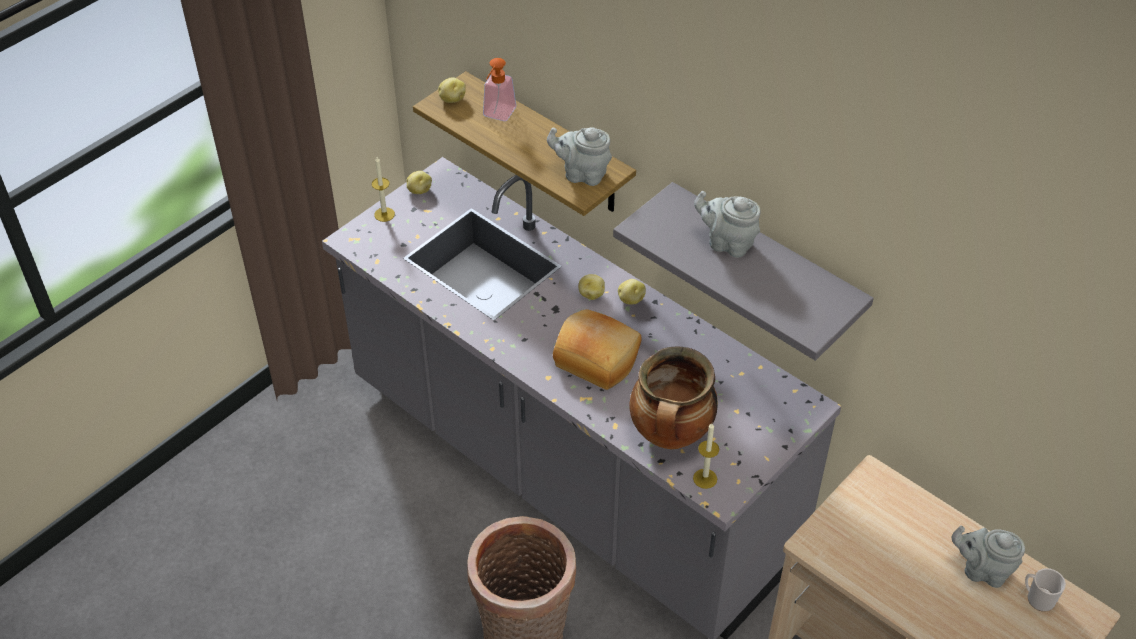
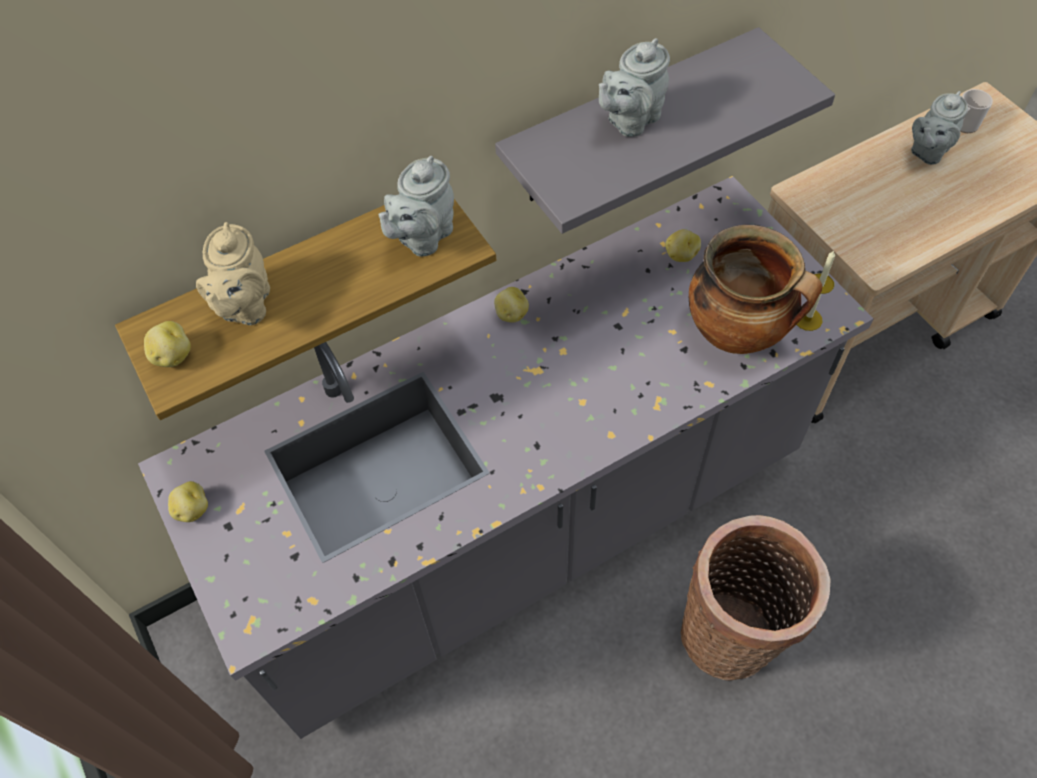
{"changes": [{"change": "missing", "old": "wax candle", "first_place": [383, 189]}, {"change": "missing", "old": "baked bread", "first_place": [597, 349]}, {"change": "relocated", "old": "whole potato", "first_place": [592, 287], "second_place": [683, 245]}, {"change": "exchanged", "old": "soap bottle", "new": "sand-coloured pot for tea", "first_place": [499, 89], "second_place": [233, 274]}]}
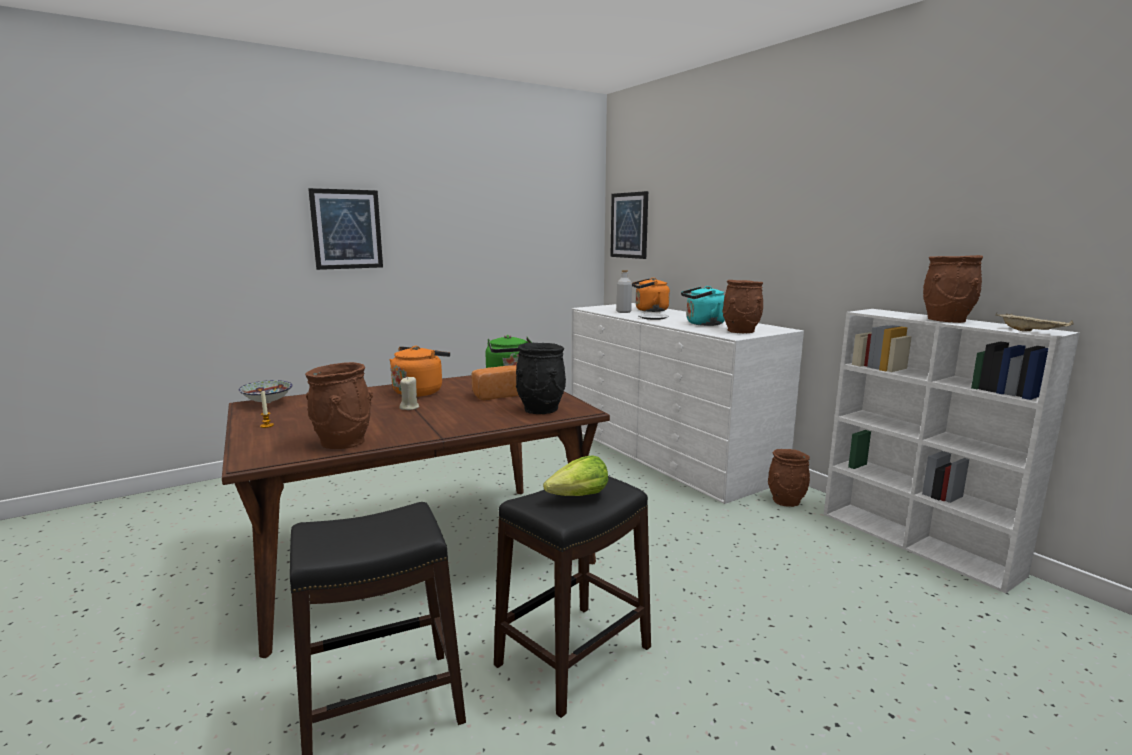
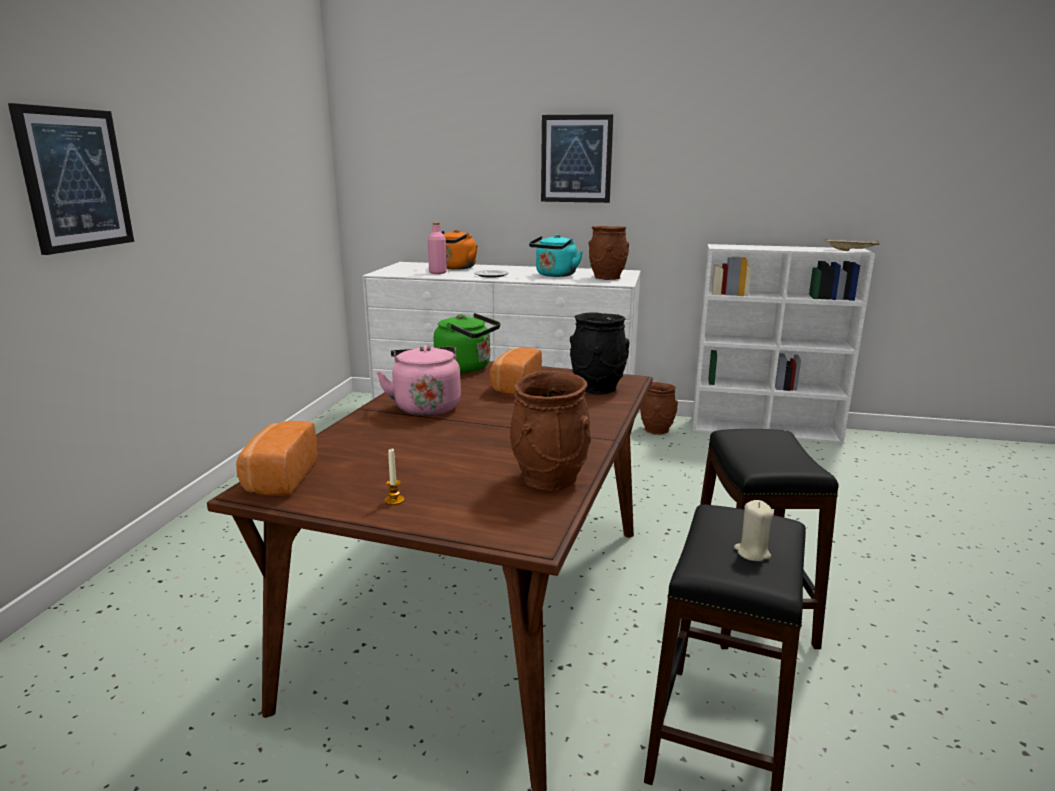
{"changes": [{"change": "missing", "old": "lettuce", "first_place": [575, 475]}, {"change": "missing", "old": "brownish flower vase", "first_place": [953, 289]}, {"change": "relocated", "old": "sand-coloured wax candle", "first_place": [409, 393], "second_place": [753, 530]}, {"change": "relocated", "old": "wall art", "first_place": [629, 225], "second_place": [577, 158]}, {"change": "exchanged", "old": "serving bowl", "new": "baked bread", "first_place": [265, 391], "second_place": [277, 458]}, {"change": "colour", "old": "orange-coloured water kettle", "new": "pinkish water kettle", "first_place": [419, 371], "second_place": [419, 380]}, {"change": "colour", "old": "greyish bottle", "new": "pinkish bottle", "first_place": [624, 291], "second_place": [437, 248]}]}
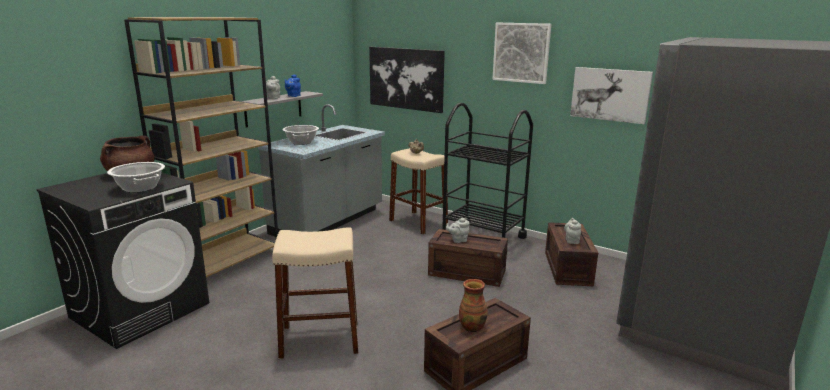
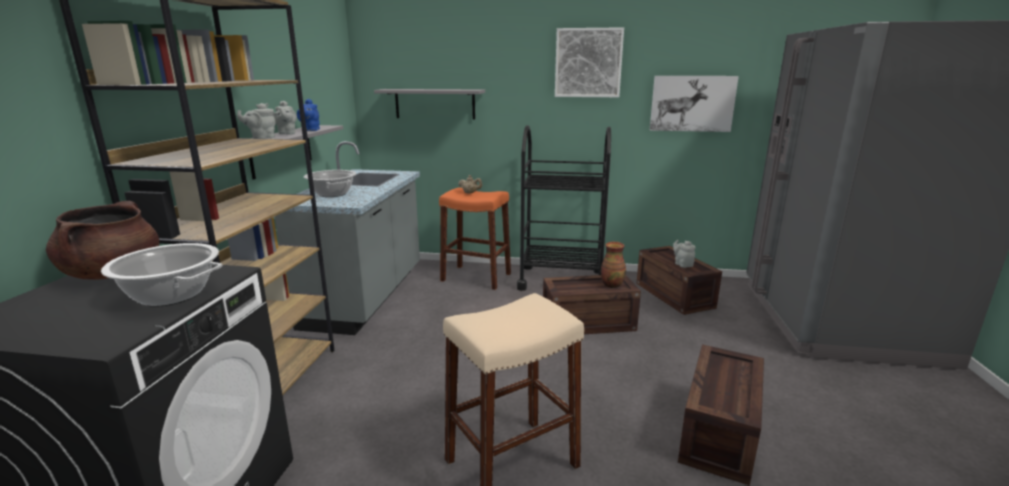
{"changes": [{"change": "relocated", "old": "greyish pot for tea", "first_place": [458, 230], "second_place": [256, 121]}, {"change": "relocated", "old": "flower vase", "first_place": [473, 305], "second_place": [613, 265]}, {"change": "exchanged", "old": "wall art", "new": "greyish wall shelf", "first_place": [407, 80], "second_place": [429, 104]}, {"change": "colour", "old": "sand-coloured stool", "new": "orange-coloured stool", "first_place": [418, 191], "second_place": [475, 238]}]}
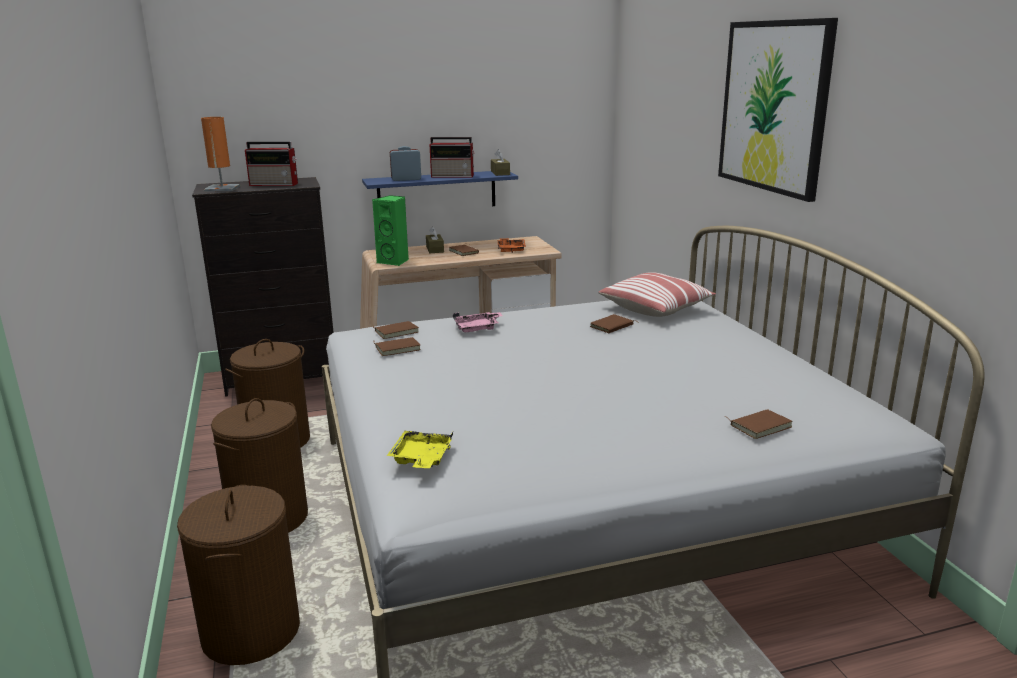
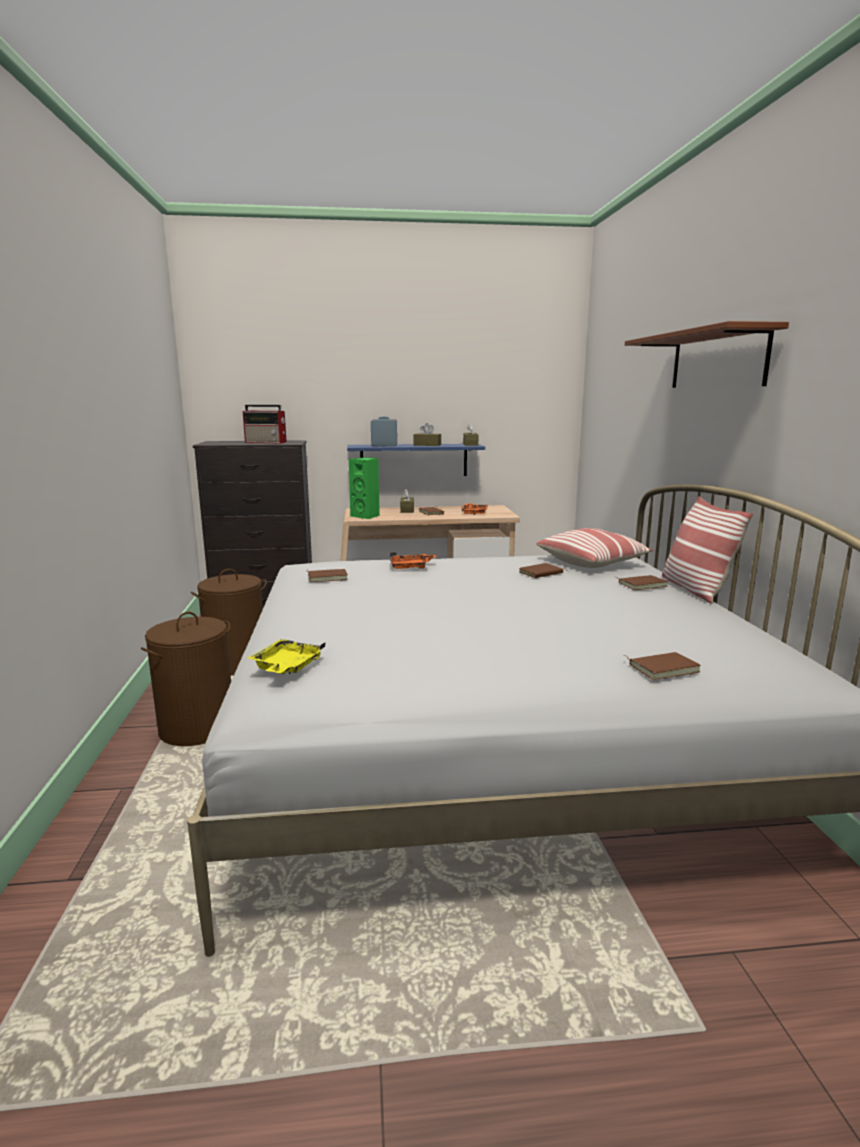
{"changes": [{"change": "missing", "old": "brownish laundry basket", "first_place": [238, 575]}, {"change": "missing", "old": "orange-coloured tabletop lamp", "first_place": [220, 154]}, {"change": "appeared", "new": "throw pillow", "second_place": [707, 549]}, {"change": "relocated", "old": "brownish volume", "first_place": [396, 330], "second_place": [643, 582]}, {"change": "exchanged", "old": "radio", "new": "brownish box of tissues", "first_place": [452, 157], "second_place": [427, 434]}, {"change": "exchanged", "old": "wall art", "new": "brownish wall shelf", "first_place": [778, 110], "second_place": [707, 354]}, {"change": "colour", "old": "pinkish serving tray", "new": "orange-coloured serving tray", "first_place": [478, 322], "second_place": [413, 560]}]}
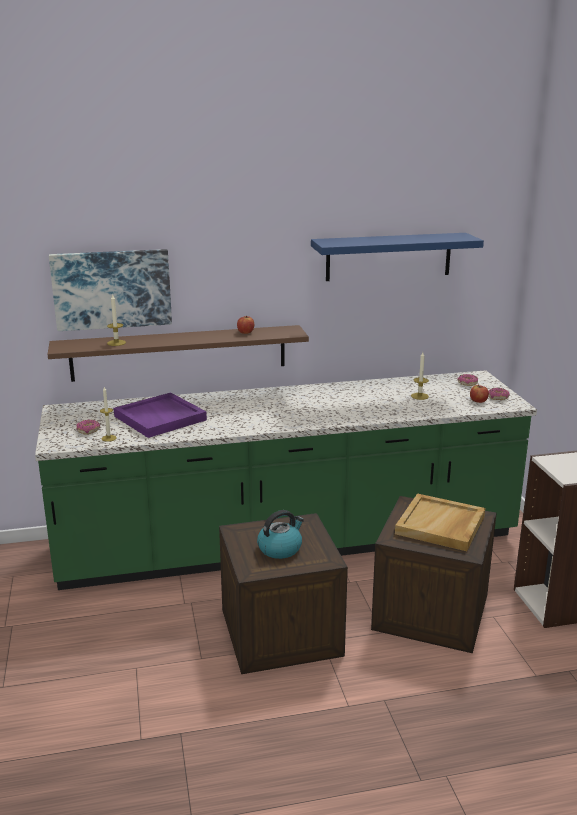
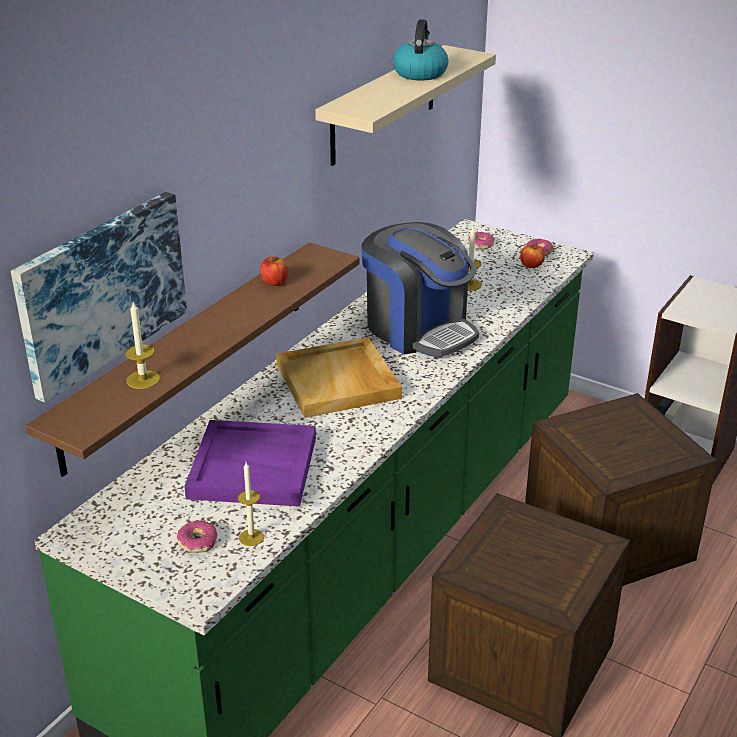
{"changes": [{"change": "appeared", "new": "coffee brewer", "second_place": [420, 289]}, {"change": "relocated", "old": "water kettle", "first_place": [280, 534], "second_place": [420, 49]}, {"change": "relocated", "old": "sand-coloured serving tray", "first_place": [440, 522], "second_place": [339, 377]}, {"change": "colour", "old": "blue wall shelf", "new": "sand-coloured wall shelf", "first_place": [397, 257], "second_place": [405, 105]}]}
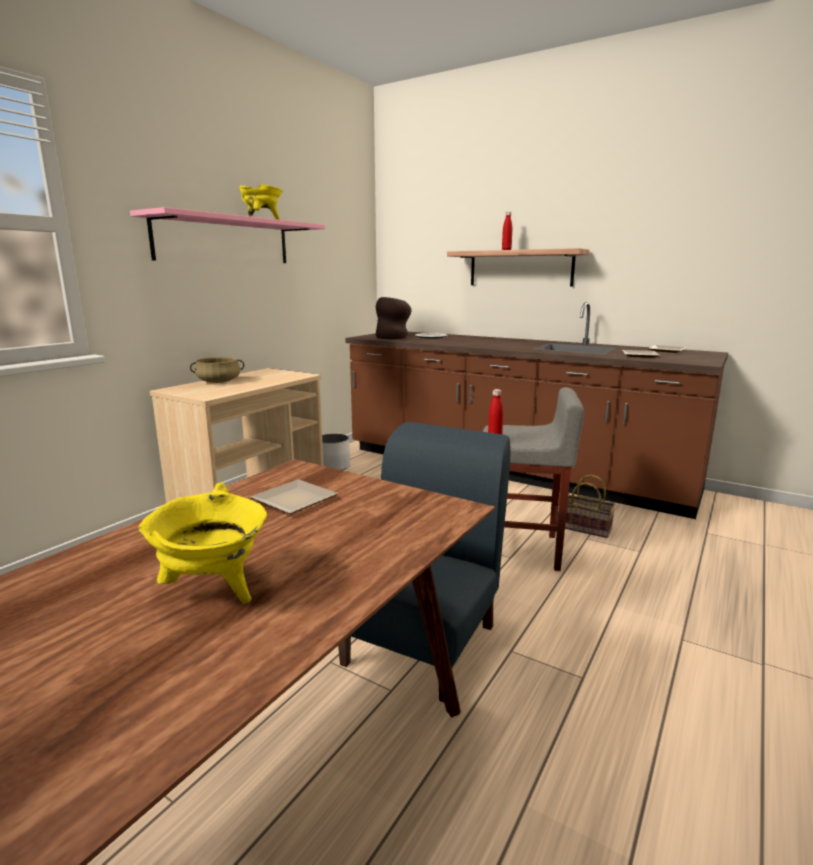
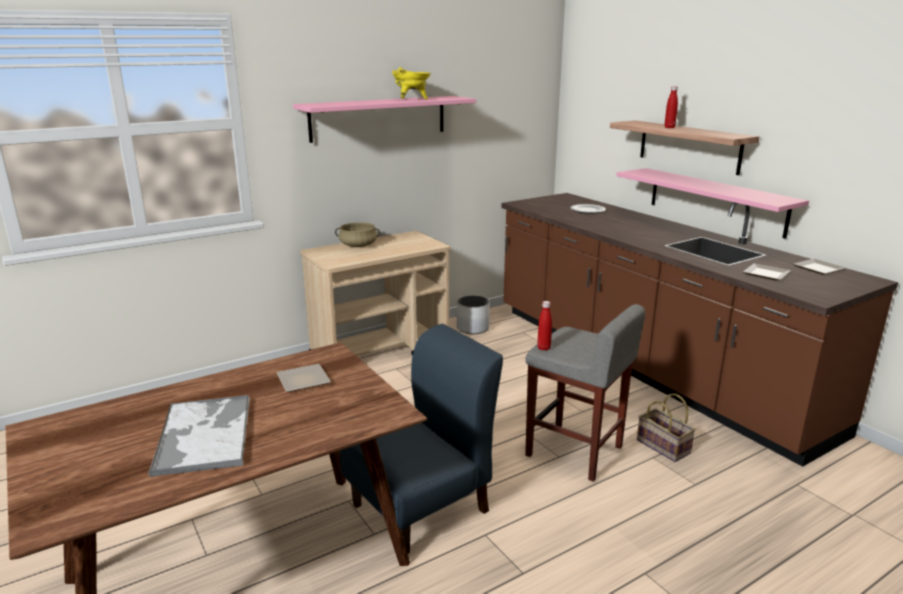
{"changes": [{"change": "missing", "old": "brownish flower vase", "first_place": [393, 318]}, {"change": "appeared", "new": "pinkish wall shelf", "second_place": [712, 203]}, {"change": "exchanged", "old": "yellow-coloured cooking pot", "new": "serving tray", "first_place": [202, 542], "second_place": [199, 436]}]}
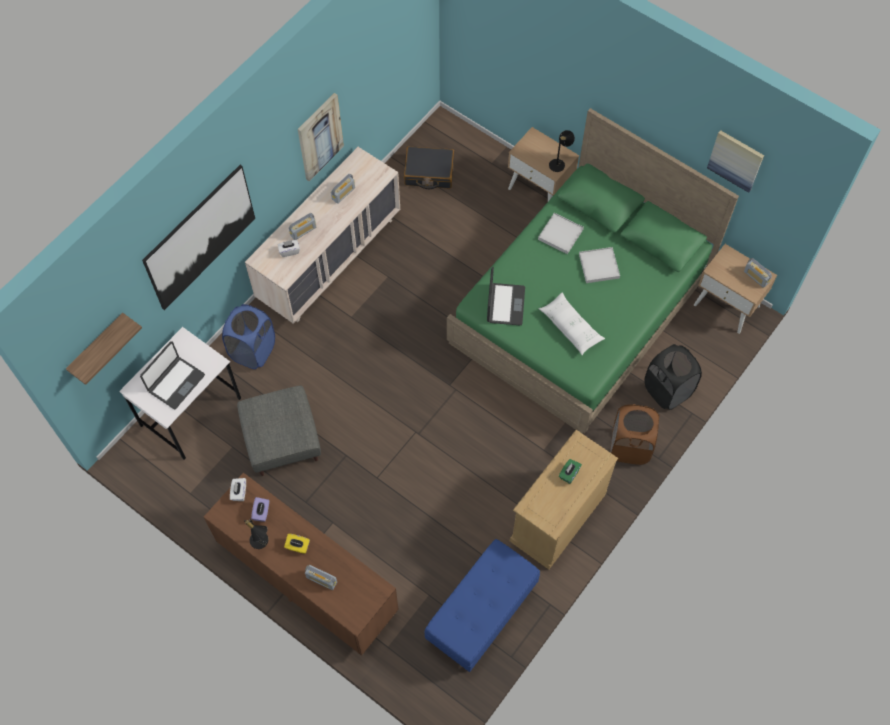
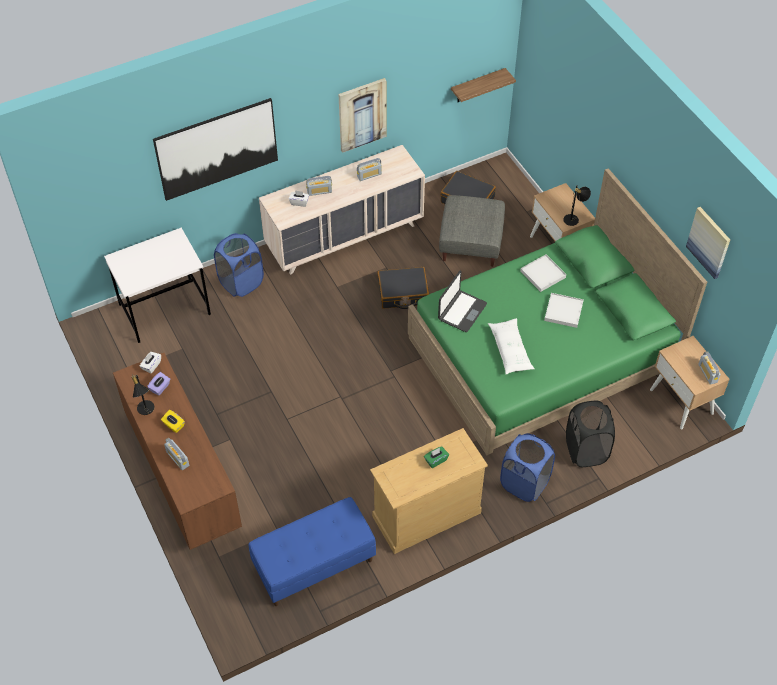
{"changes": [{"change": "missing", "old": "portable computer", "first_place": [172, 375]}, {"change": "appeared", "new": "black-coloured travel case", "second_place": [403, 288]}, {"change": "relocated", "old": "wall shelf", "first_place": [104, 349], "second_place": [483, 85]}, {"change": "relocated", "old": "greyish footrest", "first_place": [279, 430], "second_place": [472, 231]}, {"change": "colour", "old": "brownish laundry basket", "new": "blue laundry basket", "first_place": [634, 434], "second_place": [527, 467]}]}
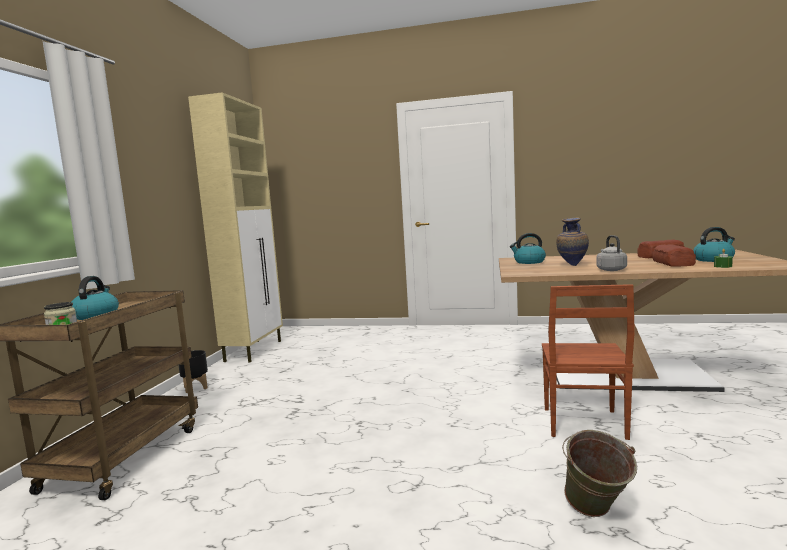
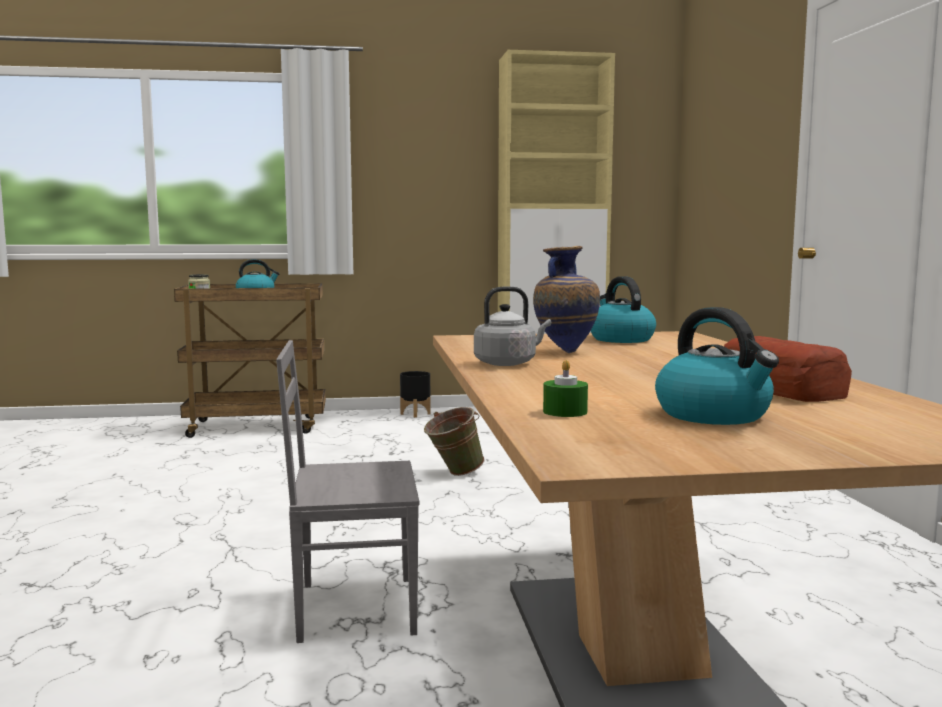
{"changes": [{"change": "missing", "old": "baked bread", "first_place": [674, 255]}, {"change": "relocated", "old": "green-coloured bucket", "first_place": [599, 473], "second_place": [454, 441]}, {"change": "colour", "old": "brownish chair", "new": "greyish chair", "first_place": [588, 362], "second_place": [347, 491]}]}
